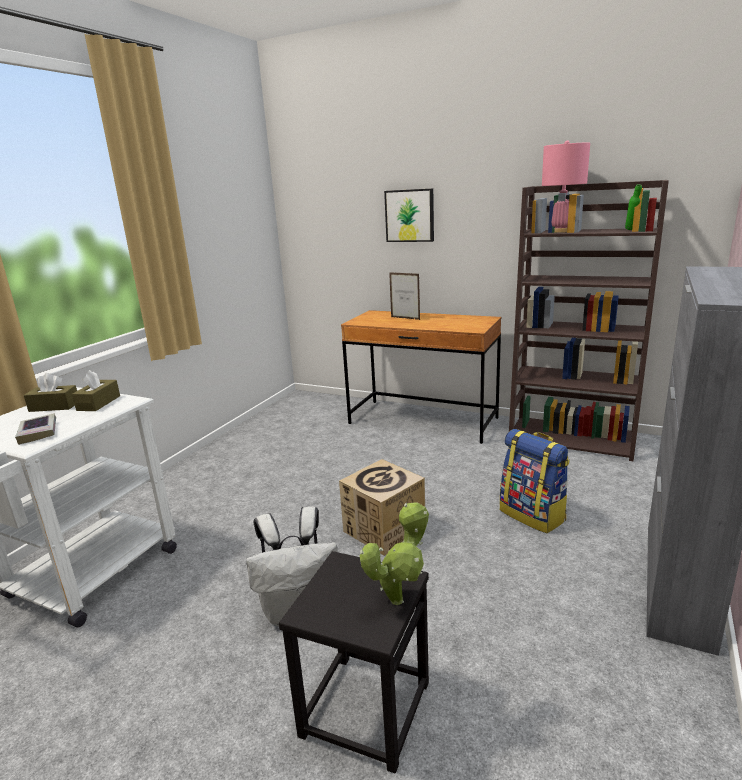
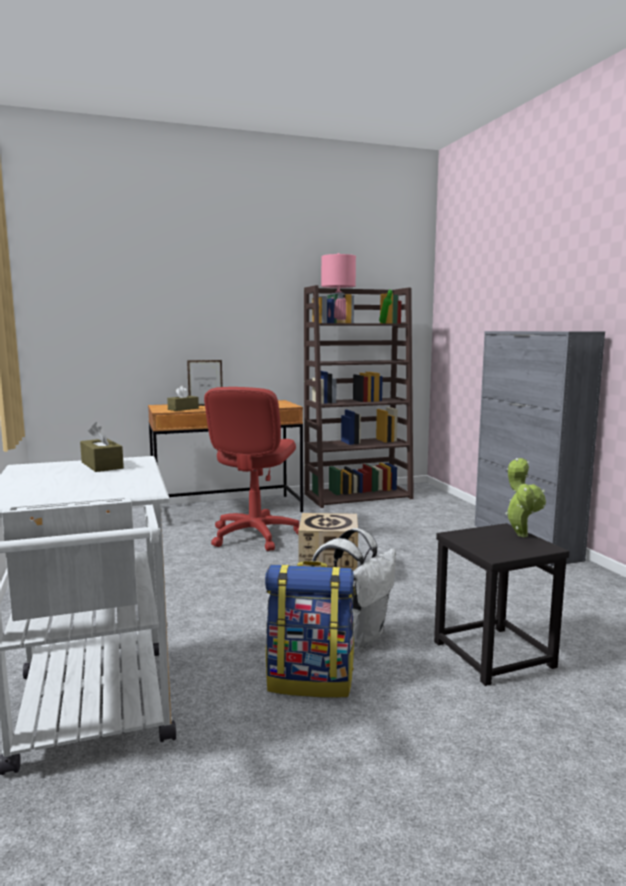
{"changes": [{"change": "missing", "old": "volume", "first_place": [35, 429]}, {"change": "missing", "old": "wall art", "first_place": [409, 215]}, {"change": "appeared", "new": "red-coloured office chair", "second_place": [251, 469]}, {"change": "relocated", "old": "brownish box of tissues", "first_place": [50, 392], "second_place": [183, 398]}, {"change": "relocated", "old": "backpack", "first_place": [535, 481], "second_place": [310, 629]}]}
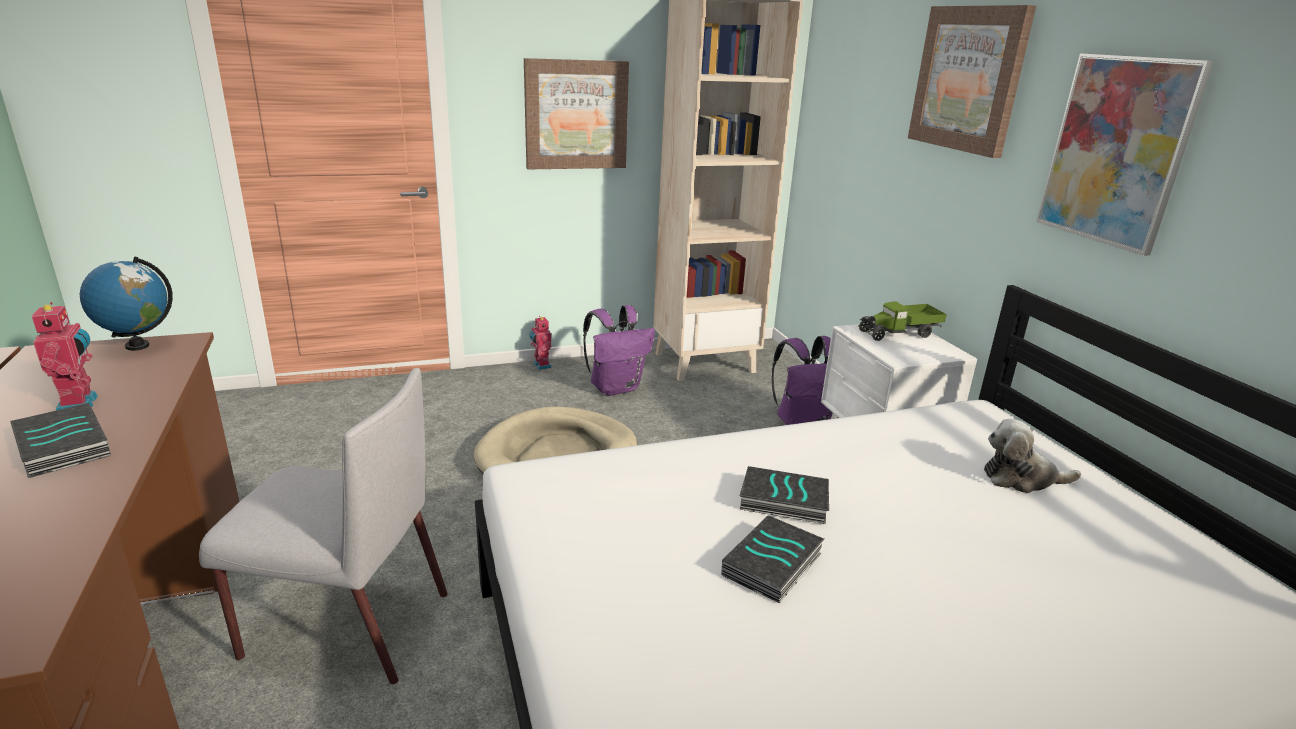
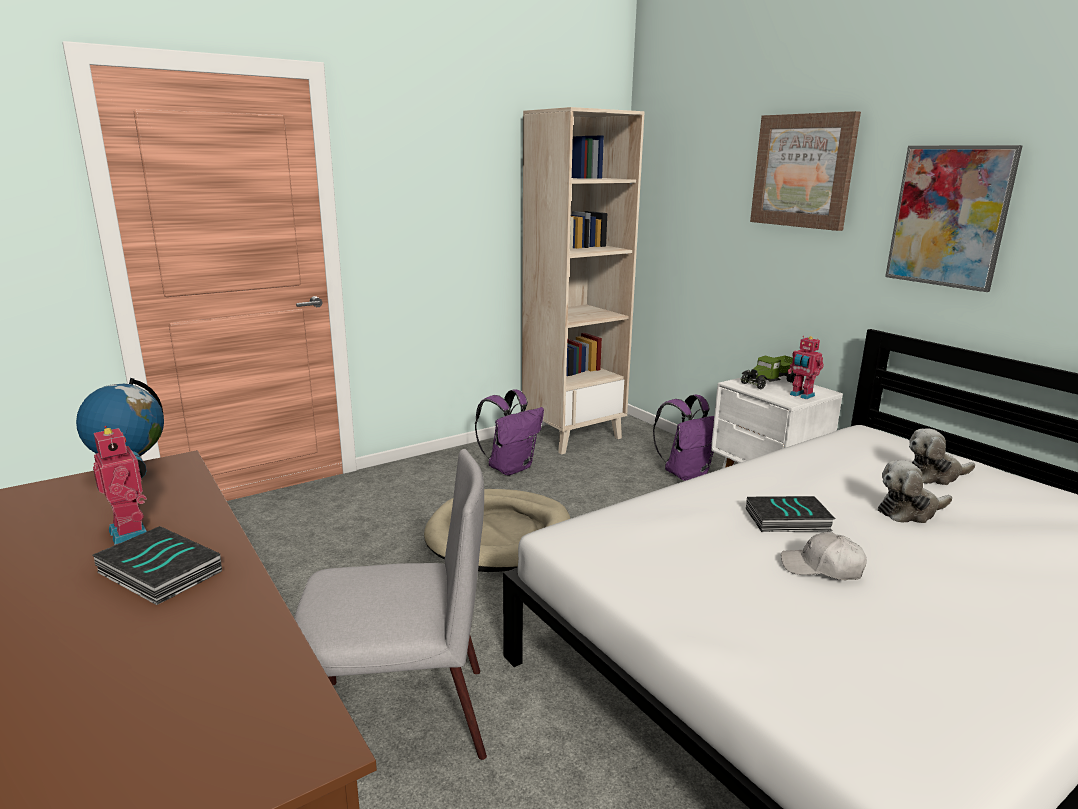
{"changes": [{"change": "missing", "old": "wall art", "first_place": [576, 113]}, {"change": "appeared", "new": "cuddly toy", "second_place": [915, 491]}, {"change": "relocated", "old": "robot figure", "first_place": [540, 343], "second_place": [806, 367]}, {"change": "exchanged", "old": "volume", "new": "white cap", "first_place": [772, 560], "second_place": [824, 556]}]}
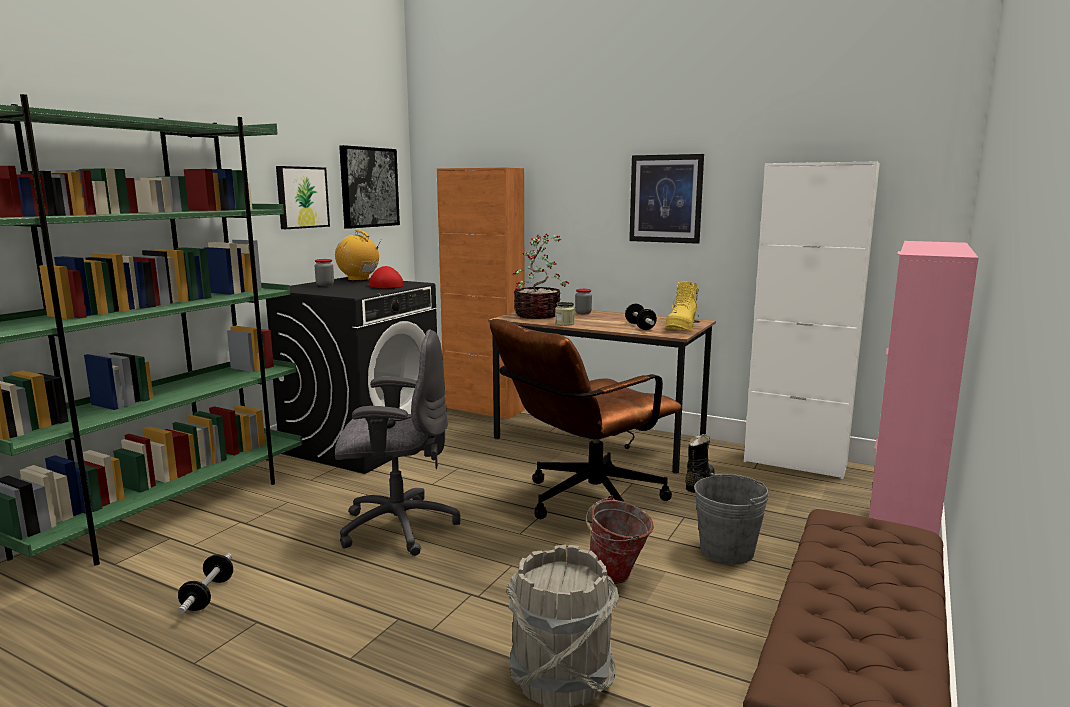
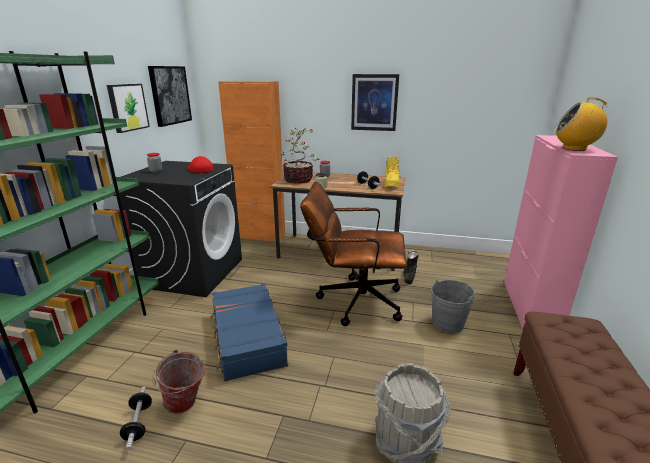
{"changes": [{"change": "missing", "old": "white storage cabinet", "first_place": [812, 320]}, {"change": "relocated", "old": "radio", "first_place": [358, 255], "second_place": [581, 124]}, {"change": "relocated", "old": "bucket", "first_place": [620, 539], "second_place": [178, 381]}, {"change": "exchanged", "old": "greyish office chair", "new": "blue travel case", "first_place": [398, 442], "second_place": [249, 333]}, {"change": "spun", "old": "brownish office chair", "first_place": [586, 419], "second_place": [353, 253], "degrees": 60}]}
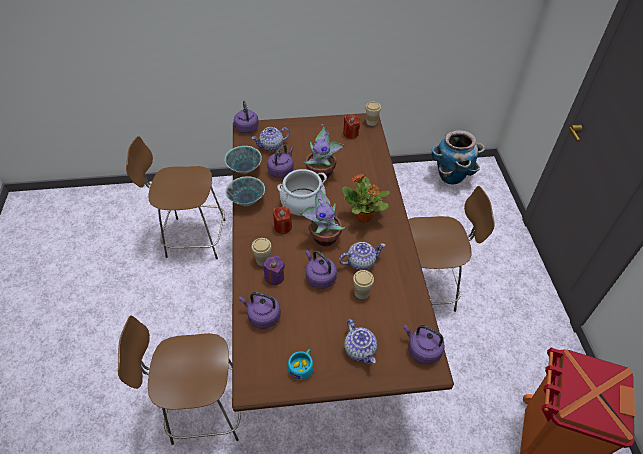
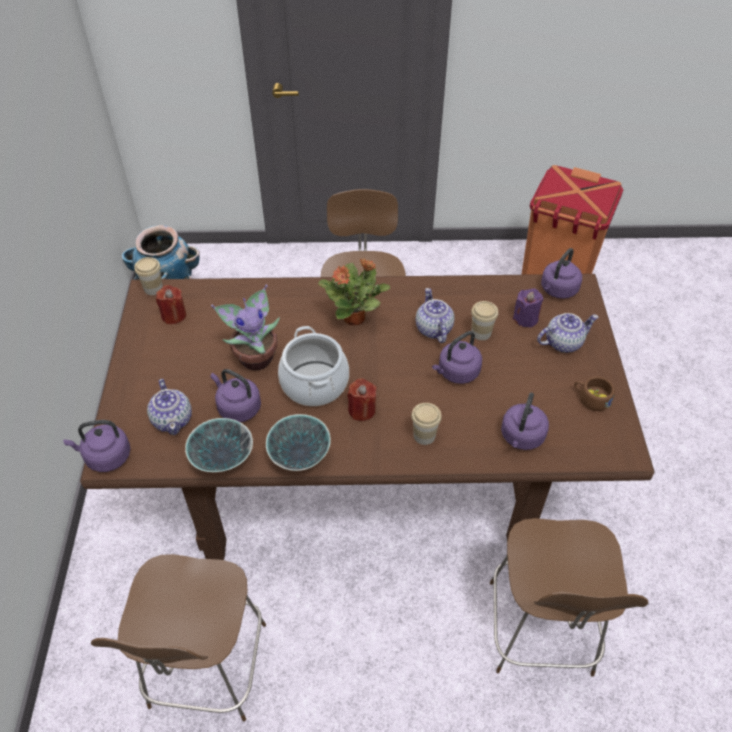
{"changes": [{"change": "missing", "old": "plant in a pot", "first_place": [323, 215]}, {"change": "relocated", "old": "purple wax candle", "first_place": [274, 270], "second_place": [528, 308]}, {"change": "colour", "old": "turquoise small cup", "new": "brownish small cup", "first_place": [301, 364], "second_place": [594, 393]}]}
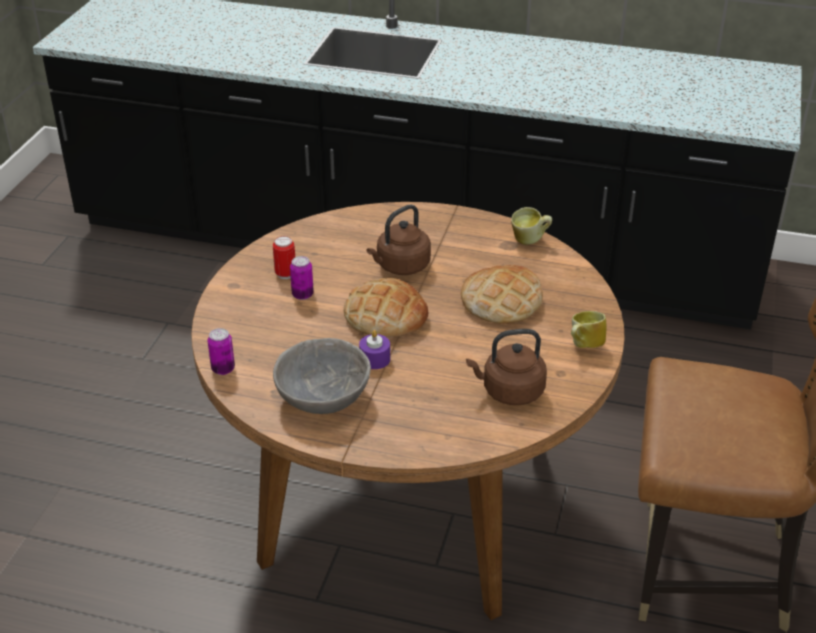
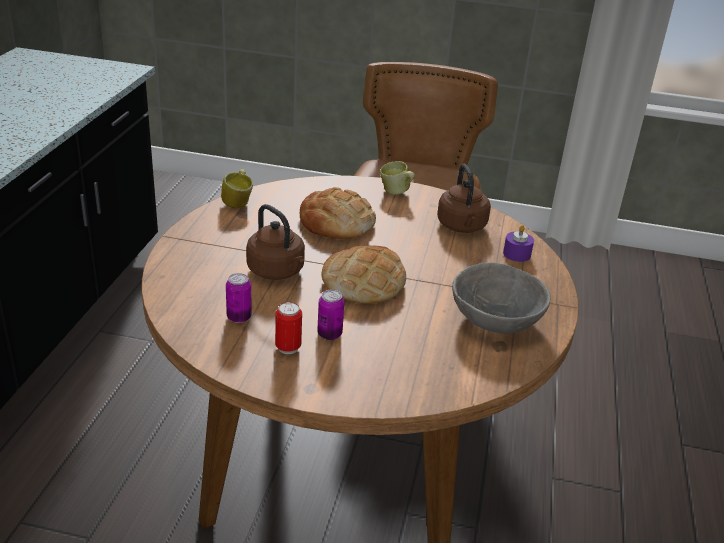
{"changes": [{"change": "relocated", "old": "can", "first_place": [221, 351], "second_place": [239, 298]}, {"change": "relocated", "old": "purple wax candle", "first_place": [374, 349], "second_place": [518, 243]}]}
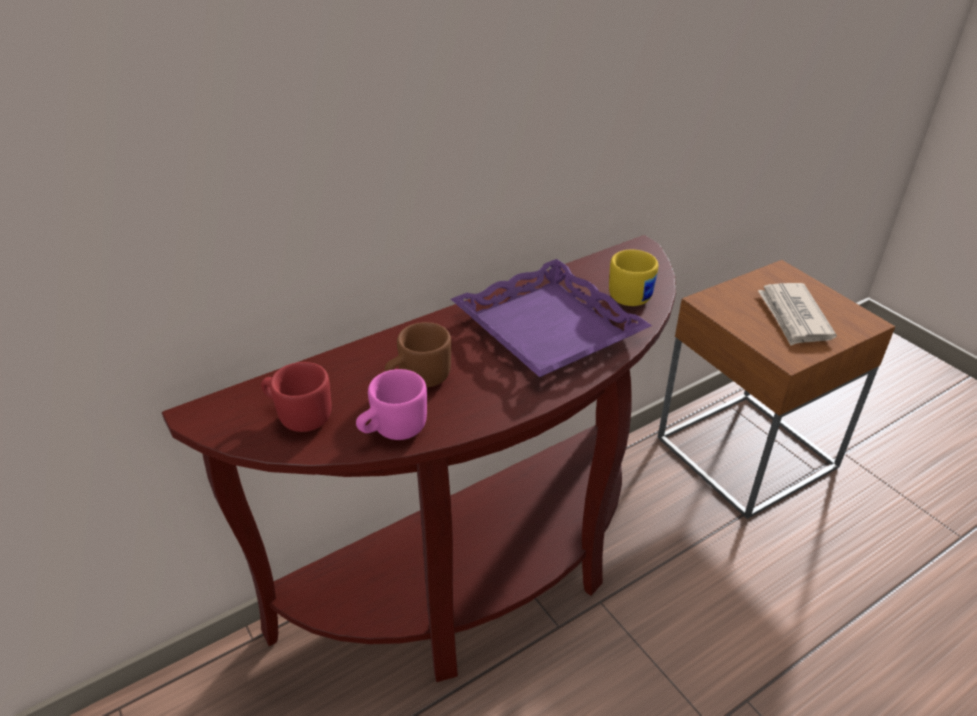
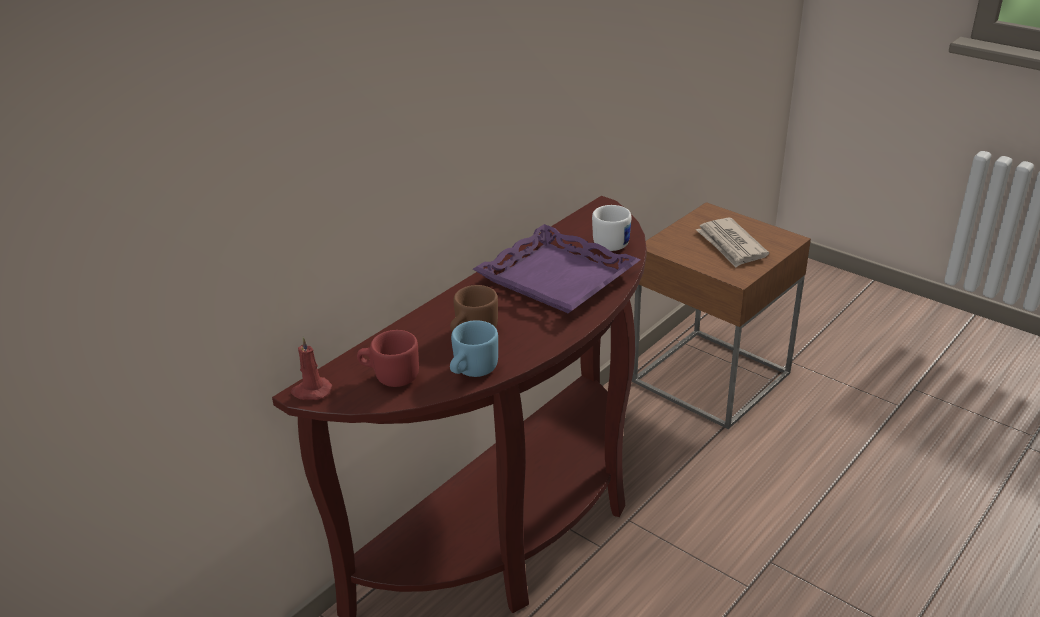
{"changes": [{"change": "appeared", "new": "red-coloured wax candle", "second_place": [311, 368]}, {"change": "colour", "old": "pinkish tea mug", "new": "blue tea mug", "first_place": [391, 404], "second_place": [474, 348]}, {"change": "colour", "old": "yellow-coloured tea mug", "new": "white tea mug", "first_place": [633, 278], "second_place": [611, 228]}]}
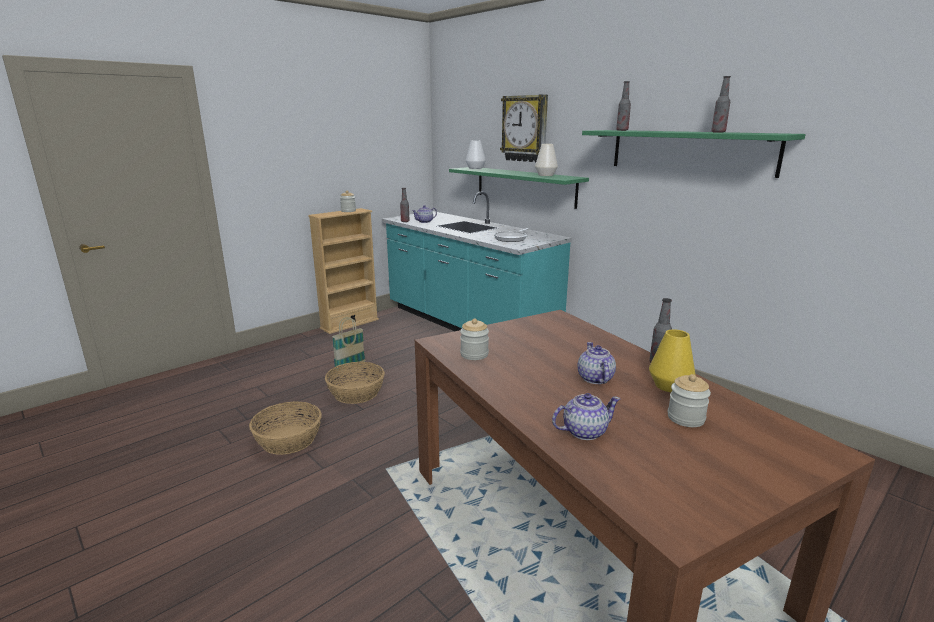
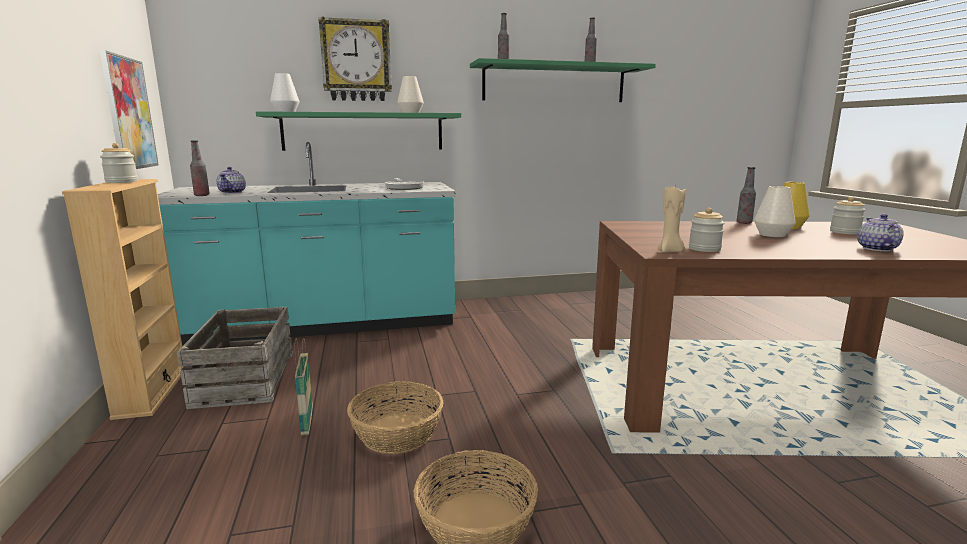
{"changes": [{"change": "appeared", "new": "wall art", "second_place": [129, 109]}, {"change": "appeared", "new": "packing crate", "second_place": [235, 357]}, {"change": "appeared", "new": "sand-coloured wax candle", "second_place": [672, 219]}, {"change": "exchanged", "old": "pot for tea", "new": "white flower vase", "first_place": [597, 363], "second_place": [775, 211]}]}
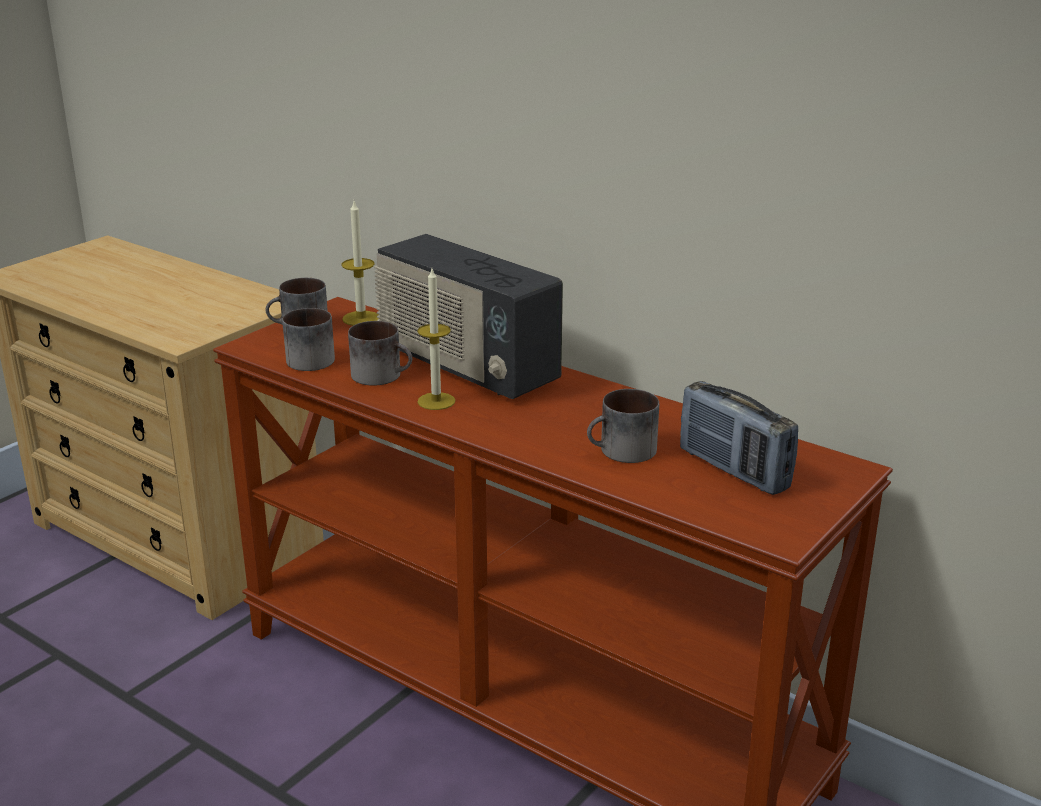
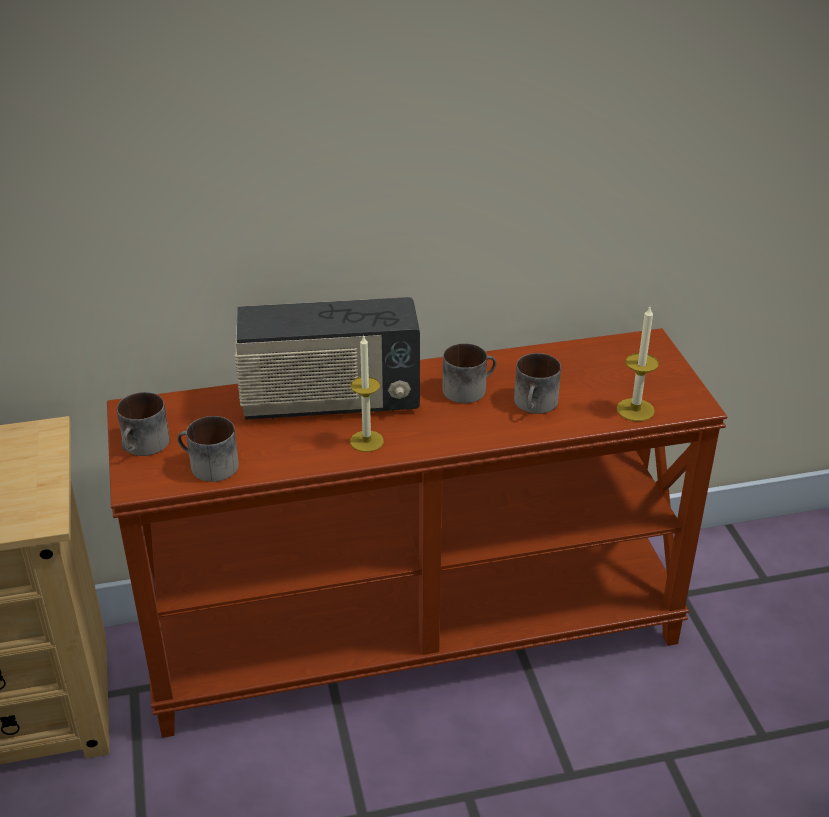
{"changes": [{"change": "missing", "old": "radio", "first_place": [739, 438]}, {"change": "relocated", "old": "wax candle", "first_place": [360, 263], "second_place": [638, 364]}, {"change": "relocated", "old": "tea mug", "first_place": [380, 353], "second_place": [469, 373]}]}
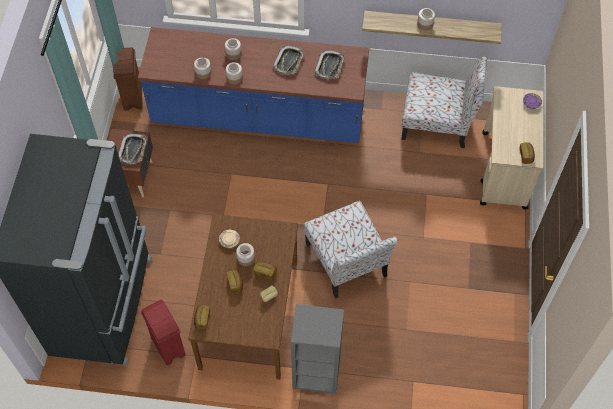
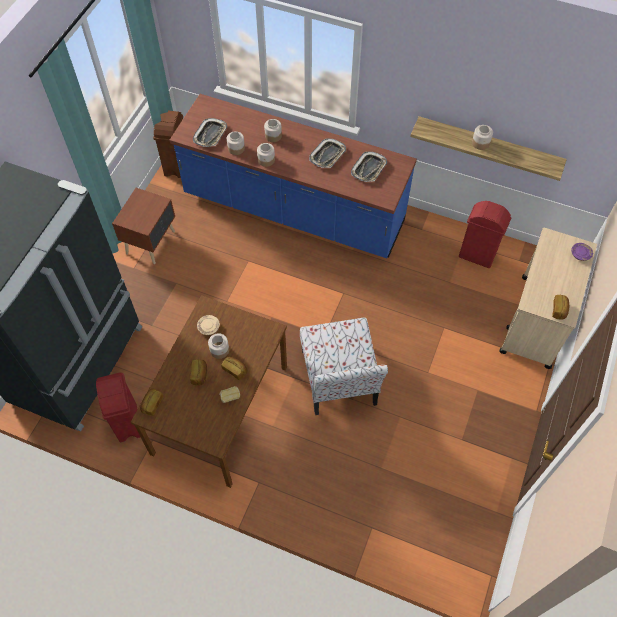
{"changes": [{"change": "missing", "old": "greyish bookshelf", "first_place": [317, 349]}, {"change": "relocated", "old": "serving tray", "first_place": [132, 148], "second_place": [210, 132]}, {"change": "exchanged", "old": "chair", "new": "red-coloured waste bin", "first_place": [444, 102], "second_place": [485, 234]}]}
